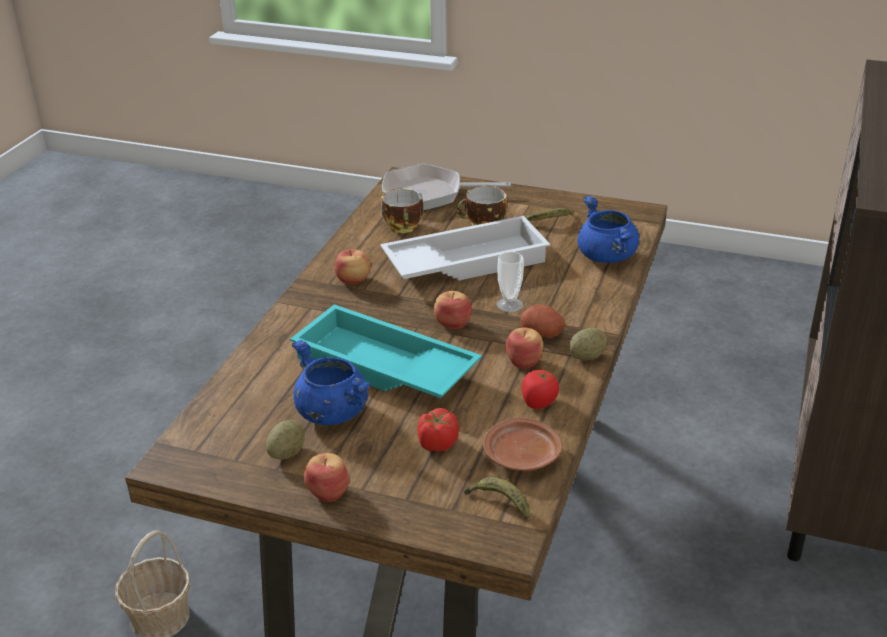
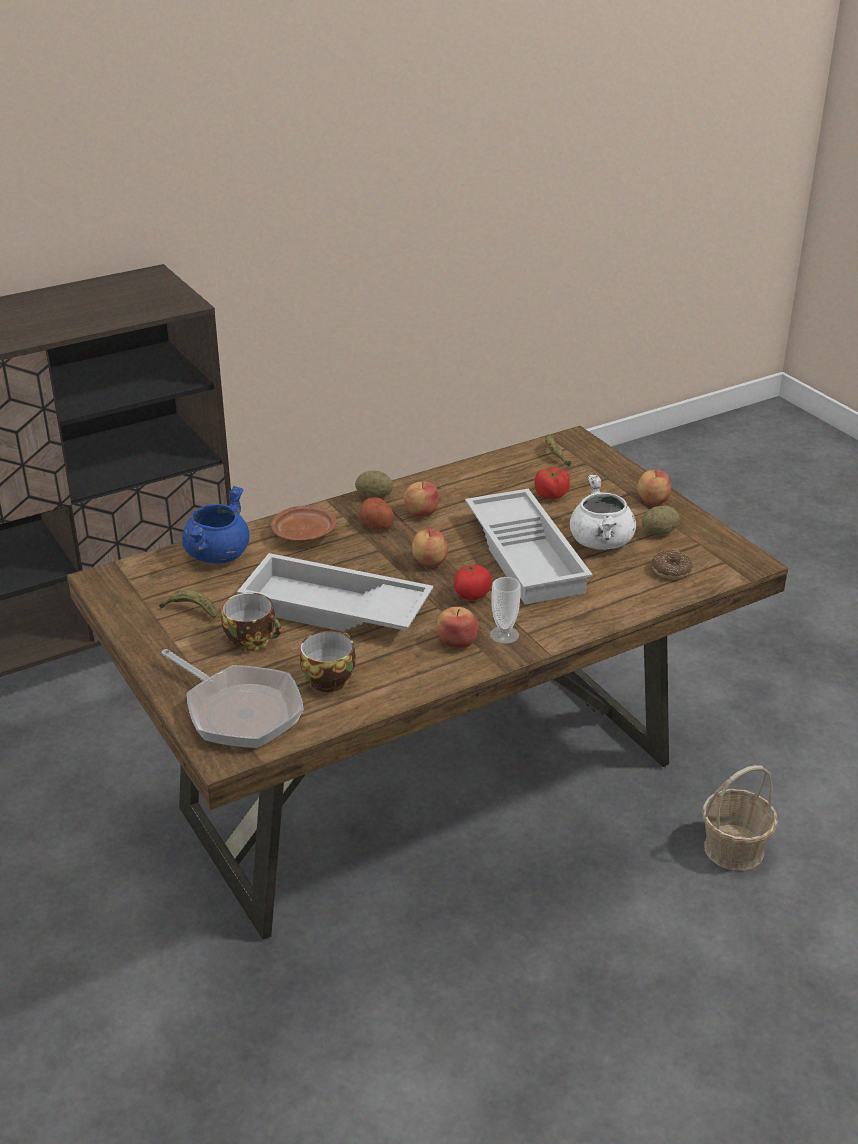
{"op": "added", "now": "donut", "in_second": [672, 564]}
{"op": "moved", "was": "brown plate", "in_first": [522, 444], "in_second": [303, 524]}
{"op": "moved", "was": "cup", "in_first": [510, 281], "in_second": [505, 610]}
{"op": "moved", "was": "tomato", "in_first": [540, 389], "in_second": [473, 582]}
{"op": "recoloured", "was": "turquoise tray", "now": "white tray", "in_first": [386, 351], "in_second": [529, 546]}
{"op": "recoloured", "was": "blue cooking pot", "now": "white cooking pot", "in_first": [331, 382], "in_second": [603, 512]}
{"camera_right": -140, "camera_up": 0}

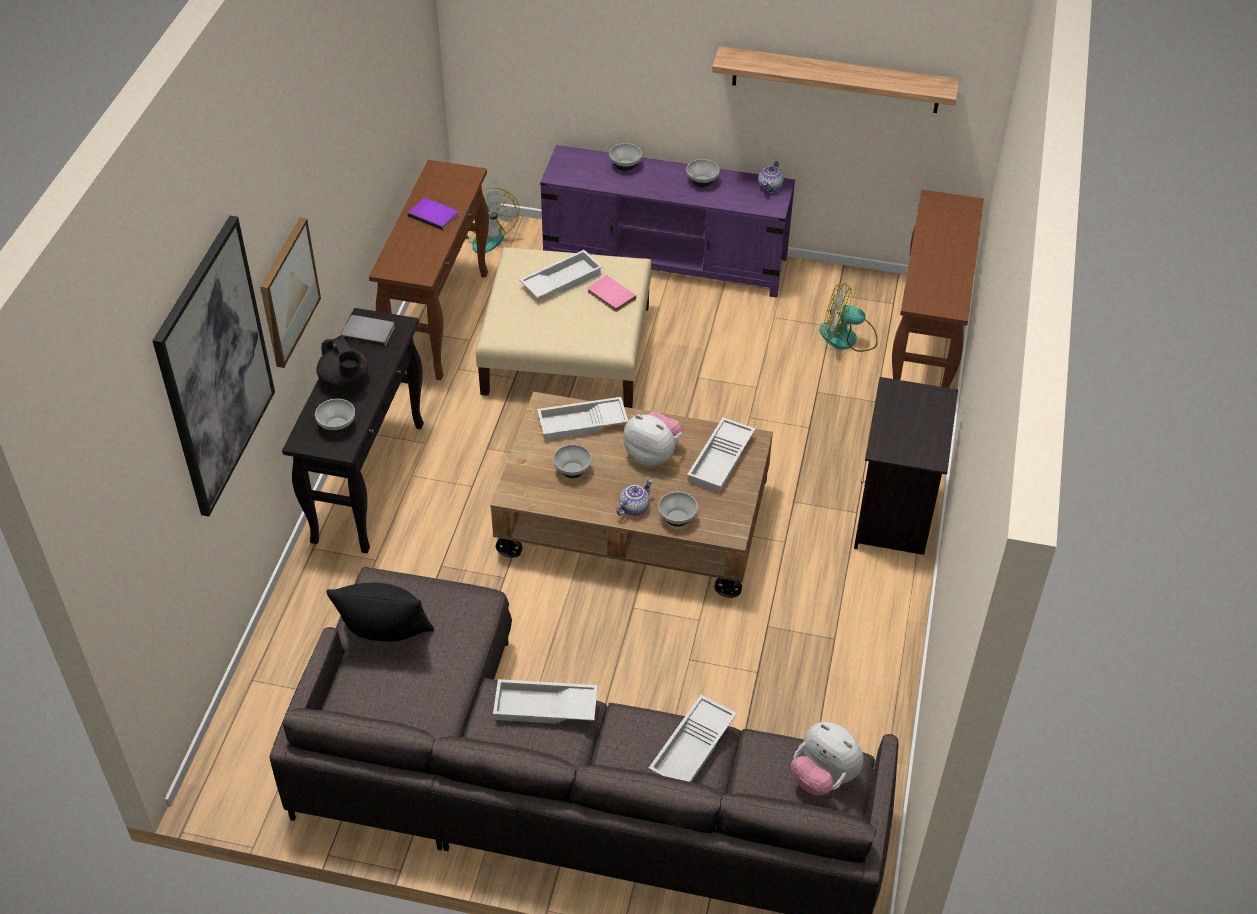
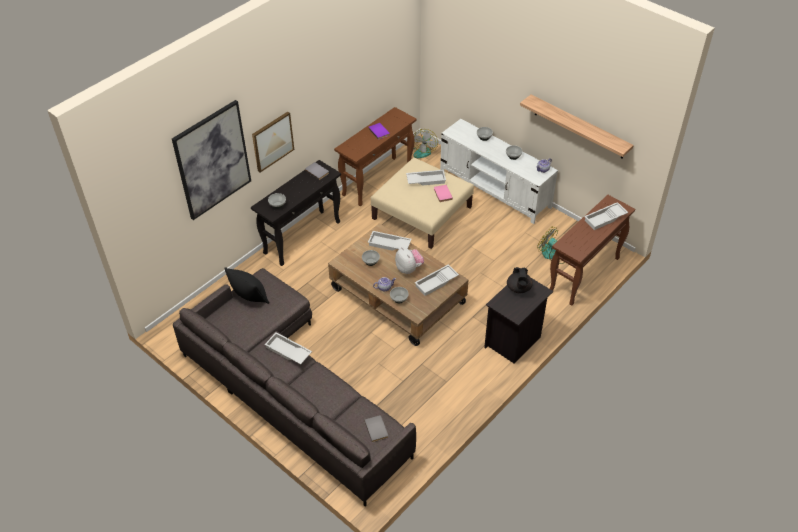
{"op": "moved", "was": "black teapot", "in_first": [342, 362], "in_second": [520, 280]}
{"op": "moved", "was": "white tray", "in_first": [692, 738], "in_second": [606, 216]}
{"op": "replaced", "was": "plush toy", "now": "grey book", "in_first": [827, 759], "in_second": [376, 428]}
{"op": "recoloured", "was": "purple tv stand", "now": "white tv stand", "in_first": [667, 221], "in_second": [499, 171]}
{"camera_right": 30, "camera_up": 0}

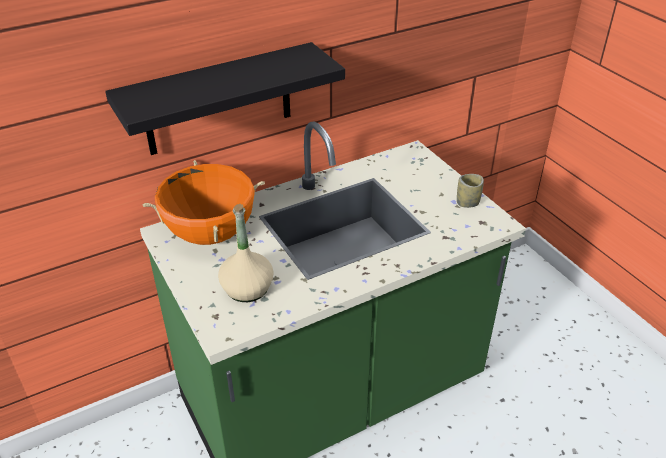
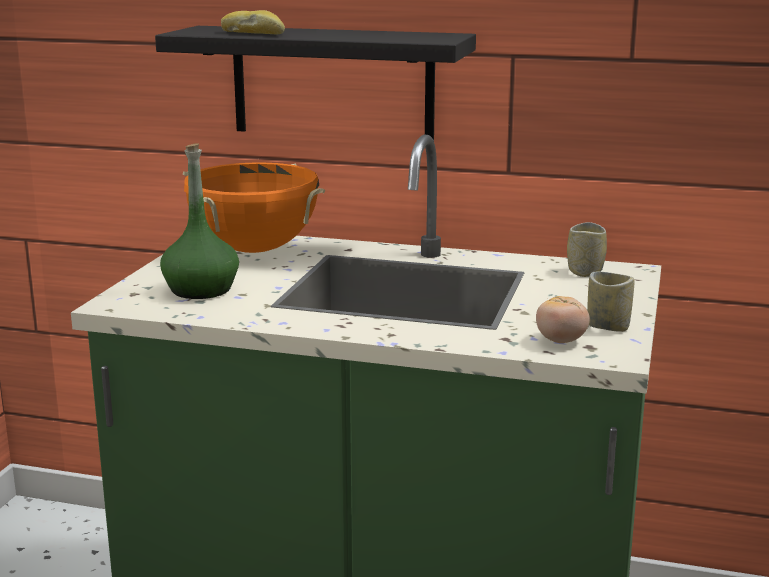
{"op": "added", "now": "bread", "in_second": [253, 22]}
{"op": "added", "now": "tomato", "in_second": [563, 319]}
{"op": "added", "now": "cup", "in_second": [587, 249]}
{"op": "recoloured", "was": "beige bottle", "now": "green bottle", "in_first": [246, 253], "in_second": [199, 221]}
{"camera_right": 45, "camera_up": -20}

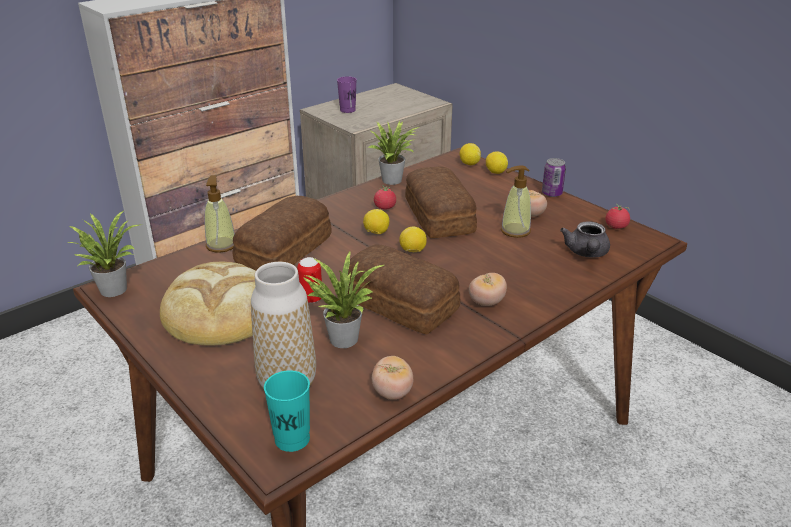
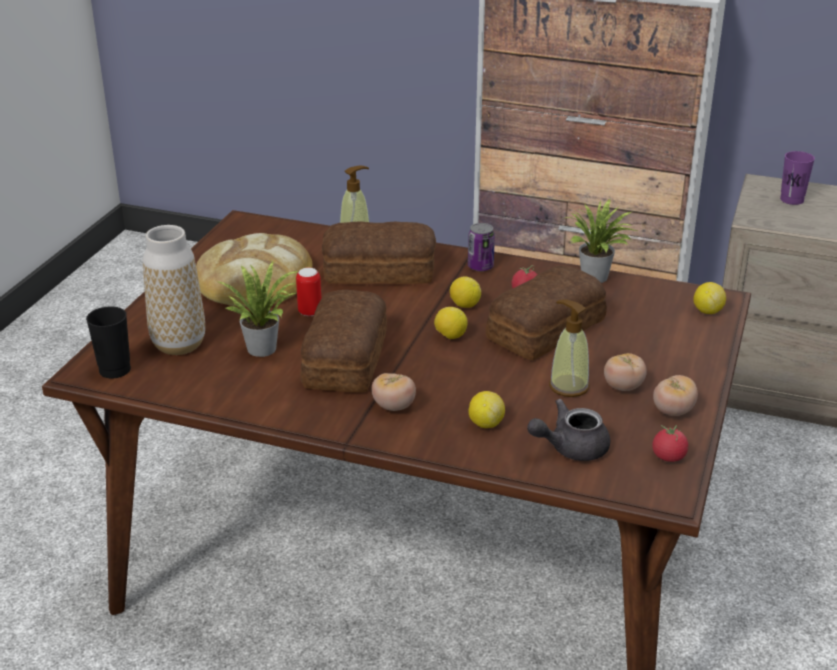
{"op": "removed", "was": "potted plant", "in_first": [103, 254]}
{"op": "moved", "was": "tomato", "in_first": [392, 378], "in_second": [675, 395]}
{"op": "moved", "was": "lemon", "in_first": [497, 162], "in_second": [486, 409]}
{"op": "moved", "was": "can", "in_first": [554, 177], "in_second": [481, 247]}
{"op": "recoloured", "was": "turquoise cup", "now": "black cup", "in_first": [287, 411], "in_second": [108, 342]}
{"camera_right": 60, "camera_up": 0}

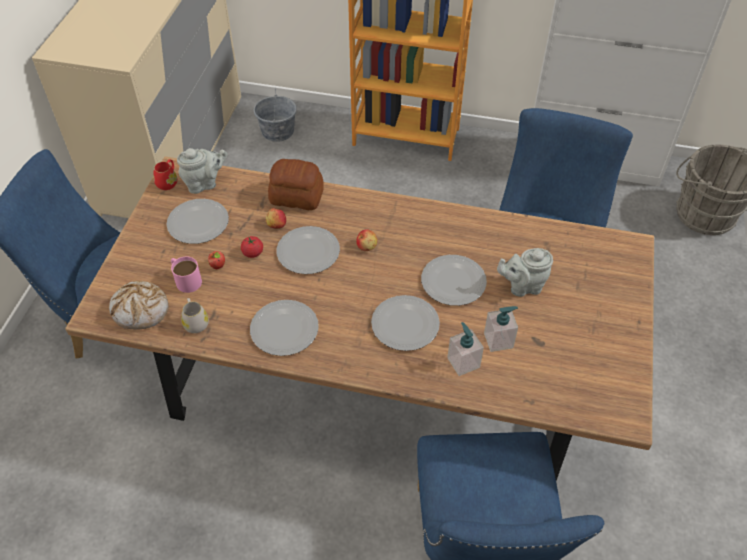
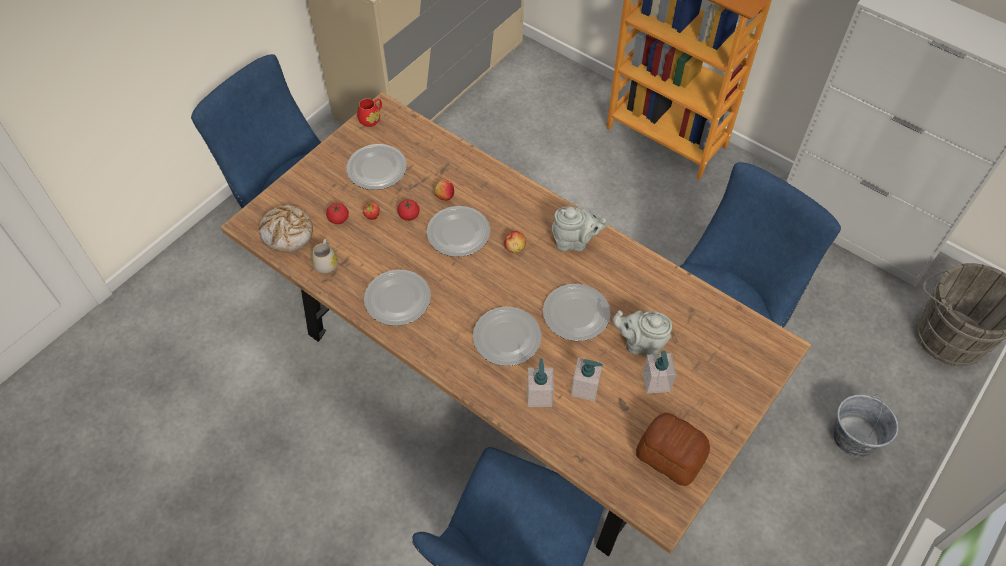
{"op": "added", "now": "soap dispenser", "in_second": [659, 372]}
{"op": "moved", "was": "grey teapot", "in_first": [202, 171], "in_second": [580, 229]}
{"op": "moved", "was": "grey bucket", "in_first": [275, 115], "in_second": [866, 425]}
{"op": "moved", "was": "bread", "in_first": [296, 184], "in_second": [673, 449]}
{"op": "replaced", "was": "pink mug", "now": "tomato", "in_first": [186, 274], "in_second": [337, 213]}
{"camera_right": 25, "camera_up": 5}

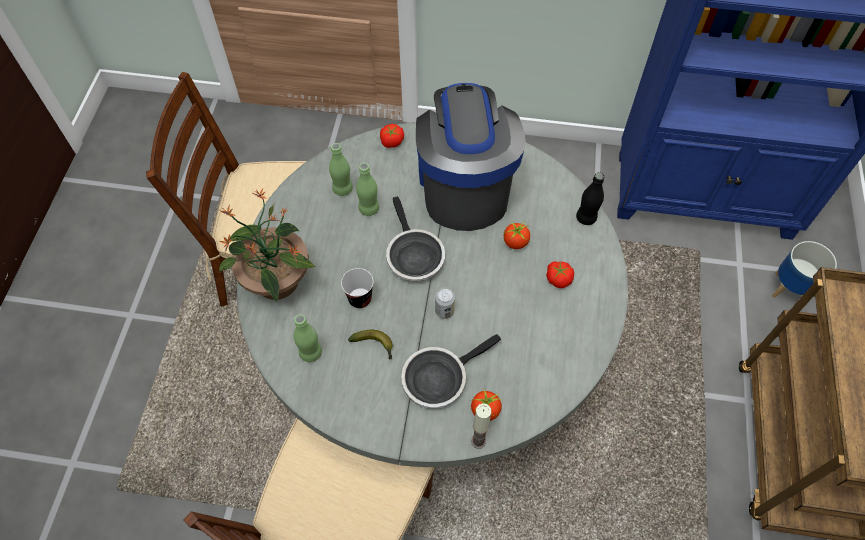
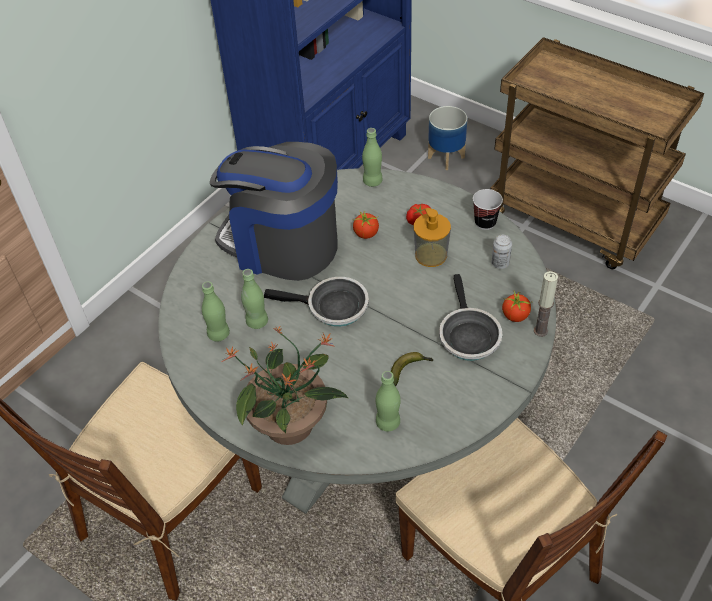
{"op": "removed", "was": "tomato", "in_first": [392, 136]}
{"op": "added", "now": "soap dispenser", "in_second": [432, 237]}
{"op": "moved", "was": "cup", "in_first": [357, 288], "in_second": [488, 209]}
{"op": "moved", "was": "can", "in_first": [445, 303], "in_second": [501, 252]}
{"op": "recoloured", "was": "black bottle", "now": "green bottle", "in_first": [590, 199], "in_second": [372, 157]}
{"camera_right": -60, "camera_up": -10}

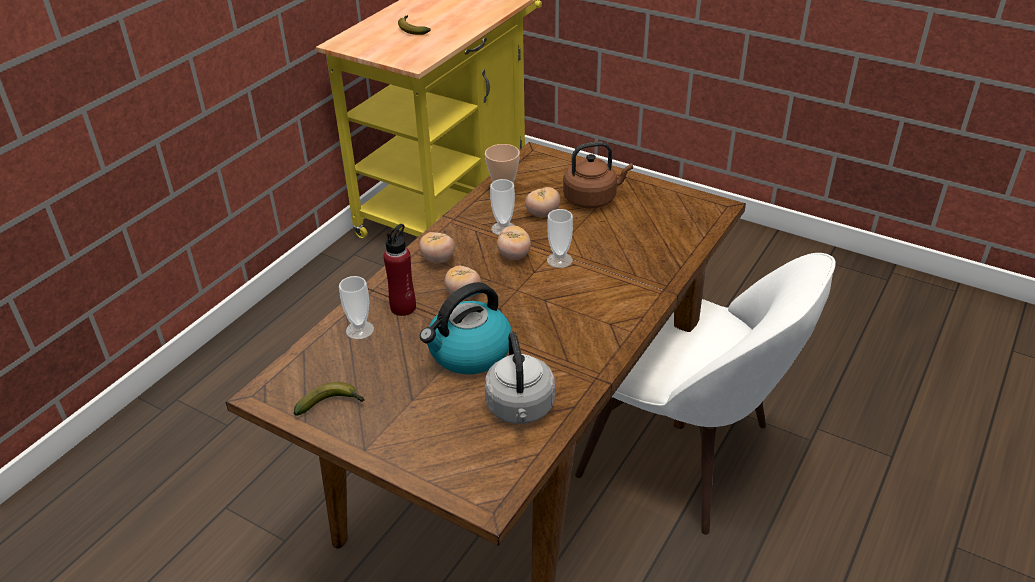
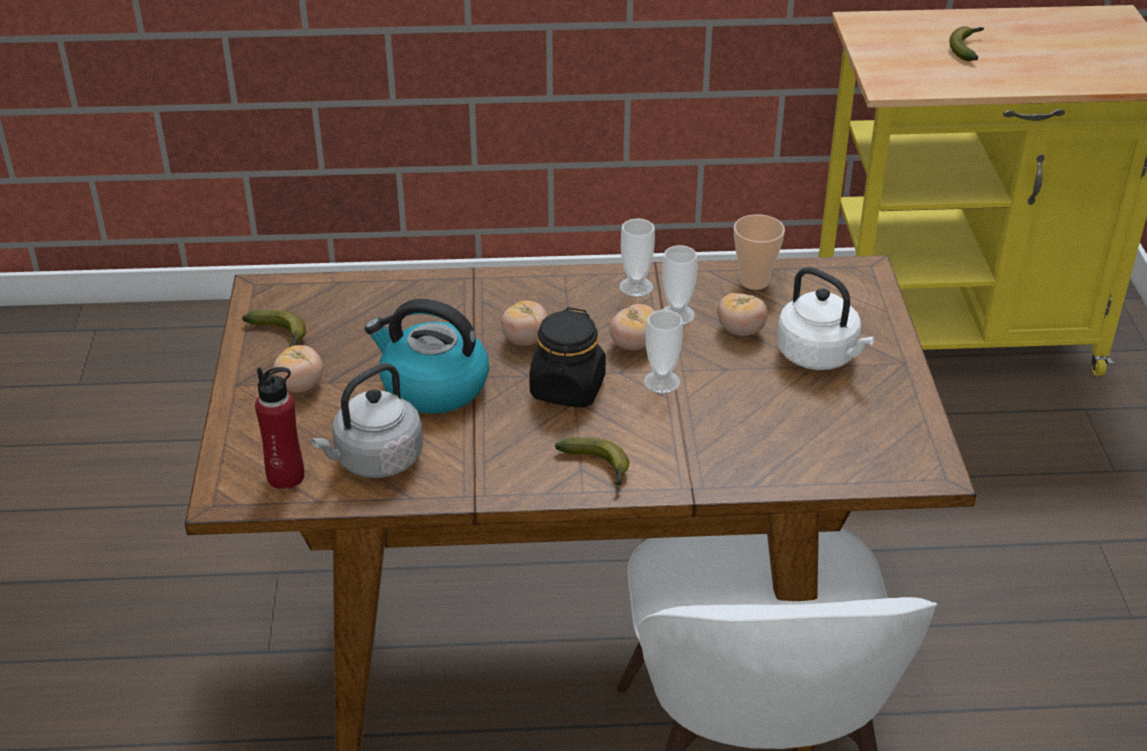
{"op": "added", "now": "black jar", "in_second": [567, 357]}
{"op": "added", "now": "banana", "in_second": [592, 462]}
{"op": "moved", "was": "cup", "in_first": [356, 307], "in_second": [637, 257]}
{"op": "moved", "was": "red bottle", "in_first": [399, 270], "in_second": [279, 428]}
{"op": "moved", "was": "tomato", "in_first": [437, 247], "in_second": [298, 368]}
{"op": "recoloured", "was": "brown kettle", "now": "white kettle", "in_first": [598, 175], "in_second": [826, 318]}
{"camera_right": 55, "camera_up": 0}

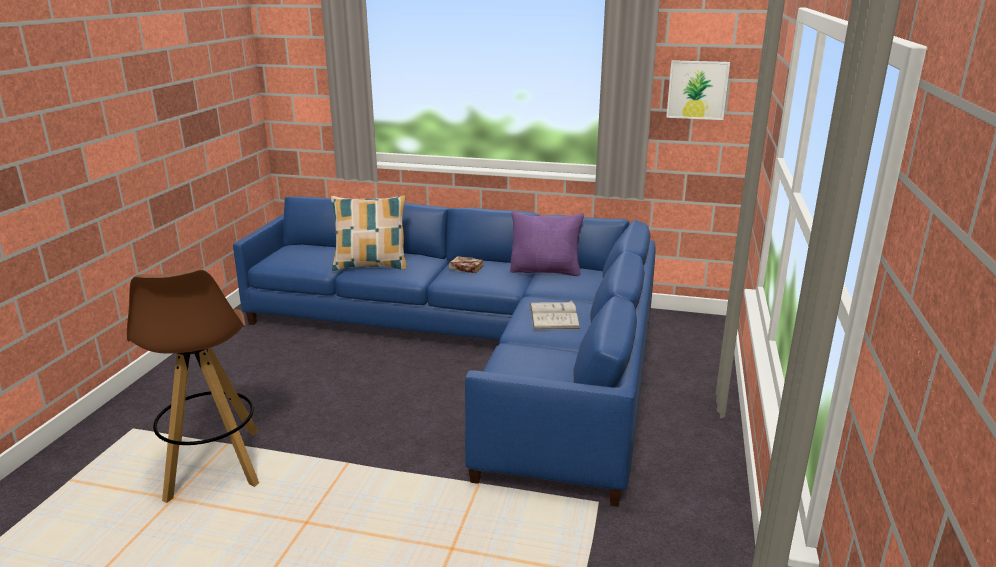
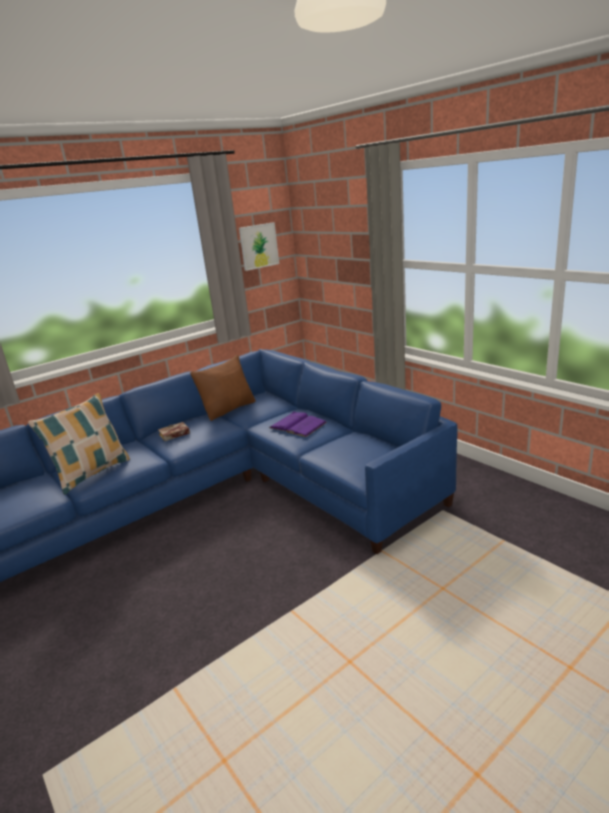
{"op": "removed", "was": "brown stool", "in_first": [193, 385]}
{"op": "recoloured", "was": "purple pillow", "now": "brown pillow", "in_first": [547, 243], "in_second": [223, 388]}
{"op": "recoloured", "was": "white book", "now": "purple book", "in_first": [555, 314], "in_second": [298, 424]}
{"camera_right": -50, "camera_up": 0}

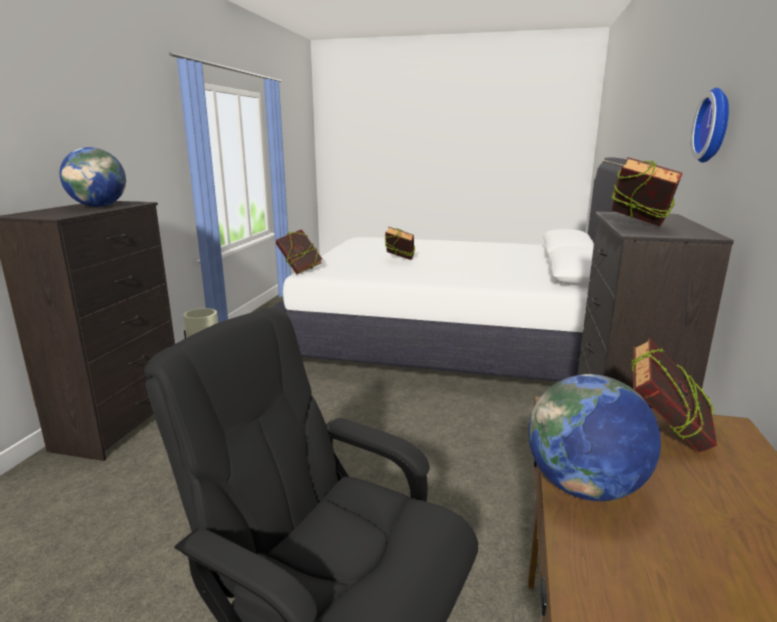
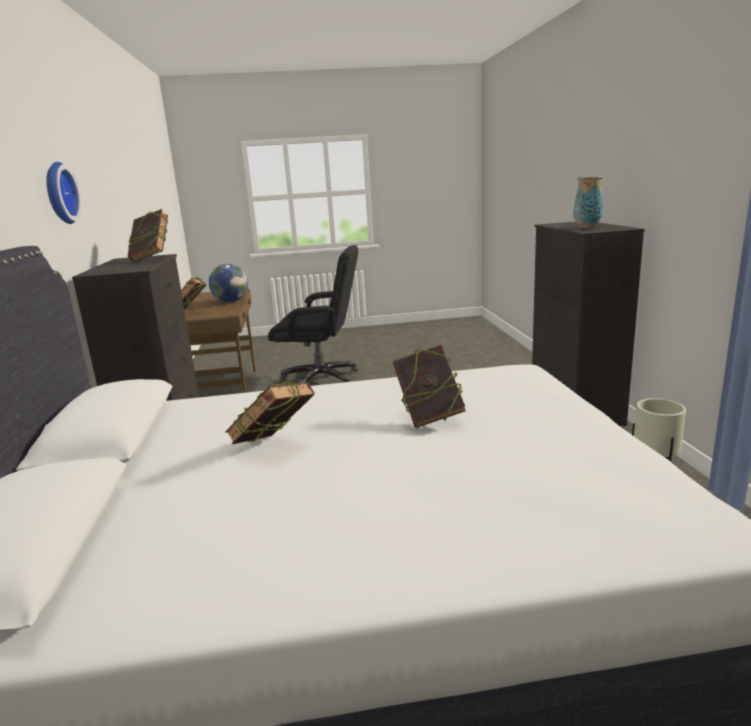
{"op": "moved", "was": "book", "in_first": [299, 251], "in_second": [270, 412]}
{"op": "replaced", "was": "globe", "now": "vase", "in_first": [93, 177], "in_second": [588, 202]}
{"camera_right": 160, "camera_up": 0}

